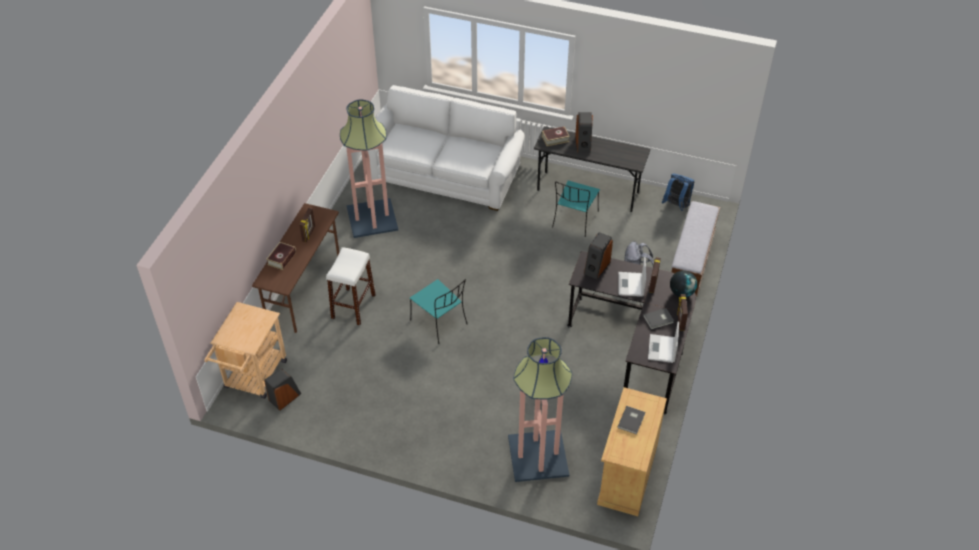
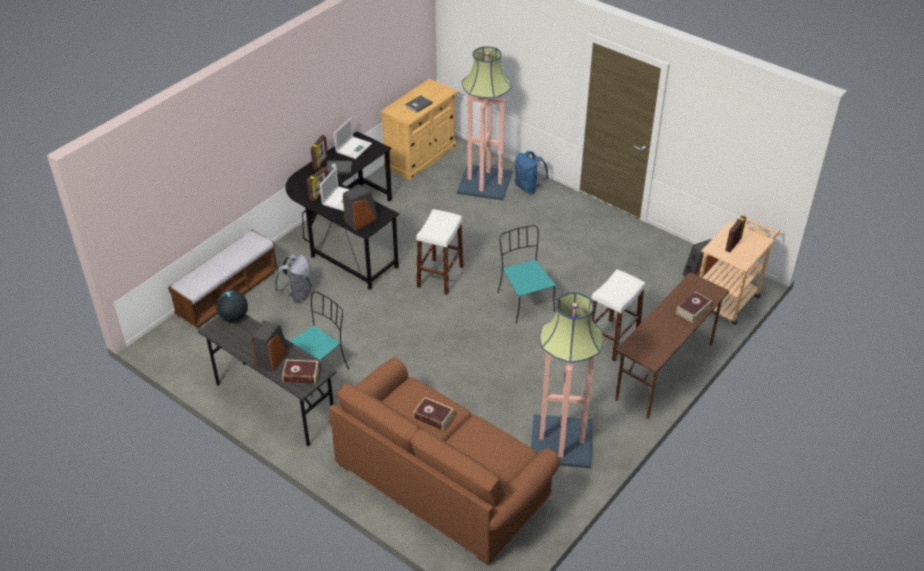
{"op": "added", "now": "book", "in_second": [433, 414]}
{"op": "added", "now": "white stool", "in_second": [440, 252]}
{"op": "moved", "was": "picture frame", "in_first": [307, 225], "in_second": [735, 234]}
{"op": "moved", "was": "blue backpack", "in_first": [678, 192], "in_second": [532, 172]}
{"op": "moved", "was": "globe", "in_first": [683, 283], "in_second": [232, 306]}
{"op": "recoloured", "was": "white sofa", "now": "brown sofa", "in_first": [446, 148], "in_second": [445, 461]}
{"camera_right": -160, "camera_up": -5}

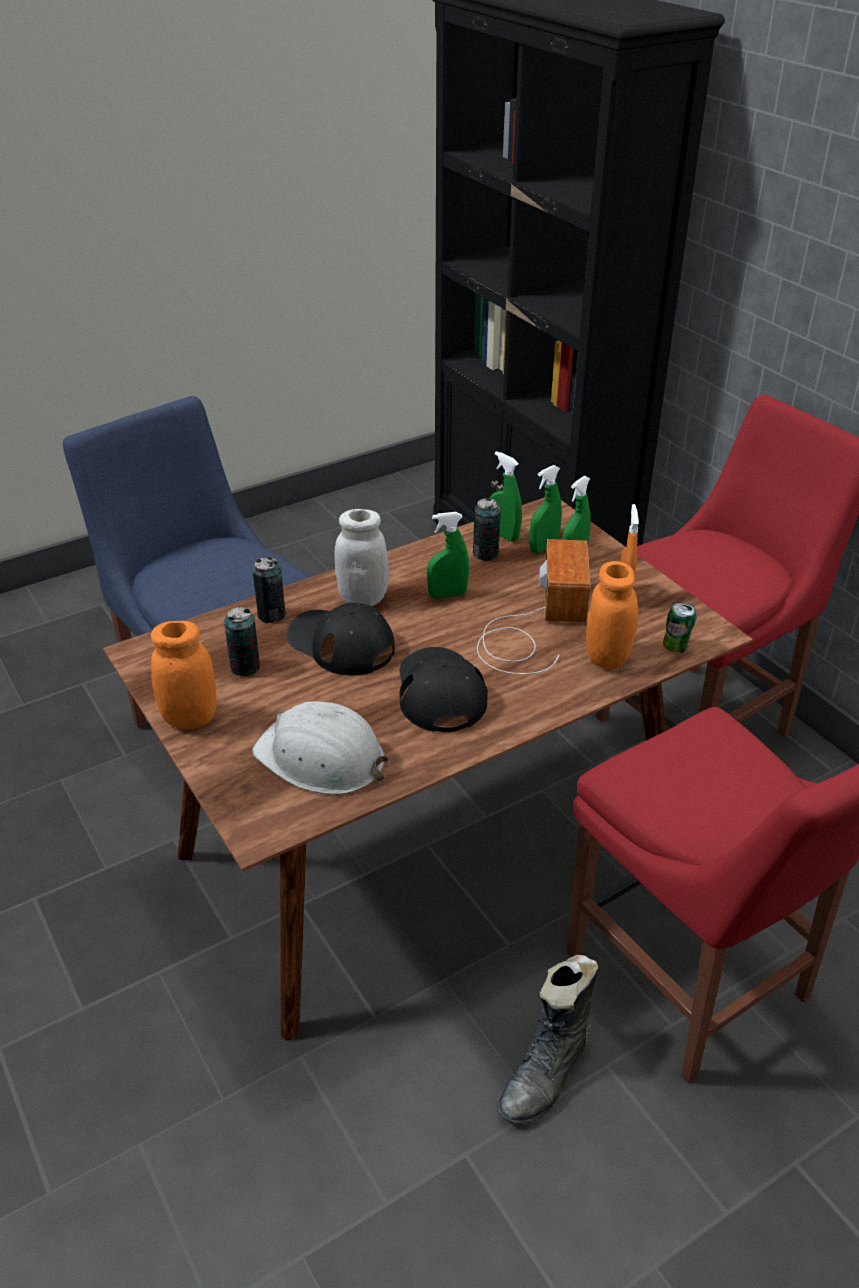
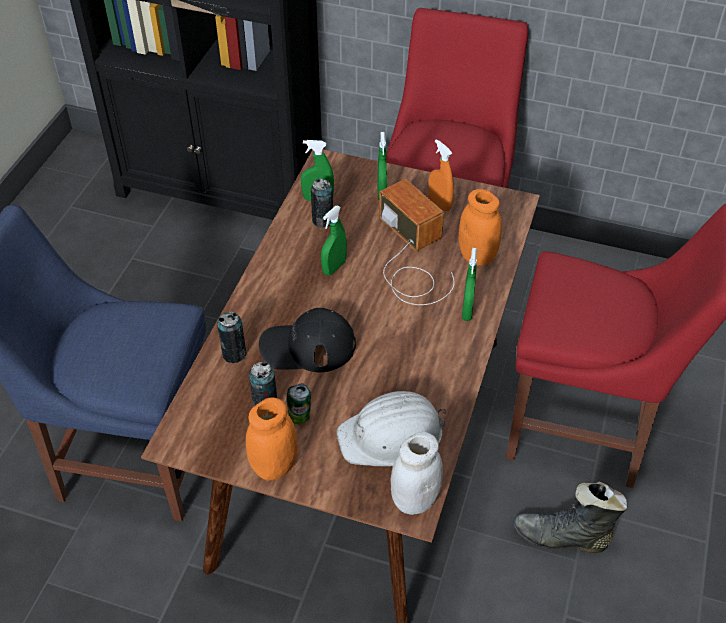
{"op": "removed", "was": "black cap", "in_first": [443, 689]}
{"op": "moved", "was": "white jar", "in_first": [361, 557], "in_second": [417, 473]}
{"op": "moved", "was": "green spray bottle", "in_first": [545, 509], "in_second": [469, 284]}
{"op": "moved", "was": "can", "in_first": [679, 627], "in_second": [299, 404]}
{"op": "turned", "was": "black boot", "in_first": [547, 1039], "in_second": [570, 517], "clockwise": 105}
{"camera_right": -40, "camera_up": 10}

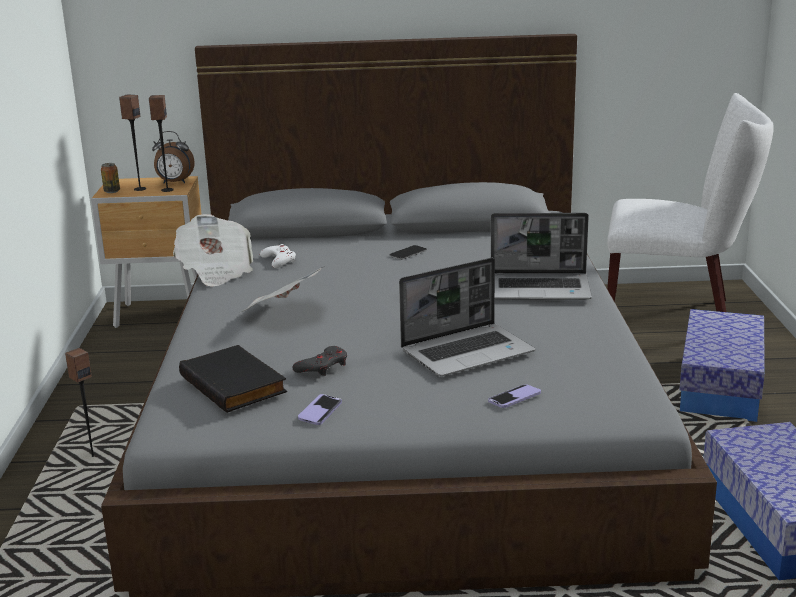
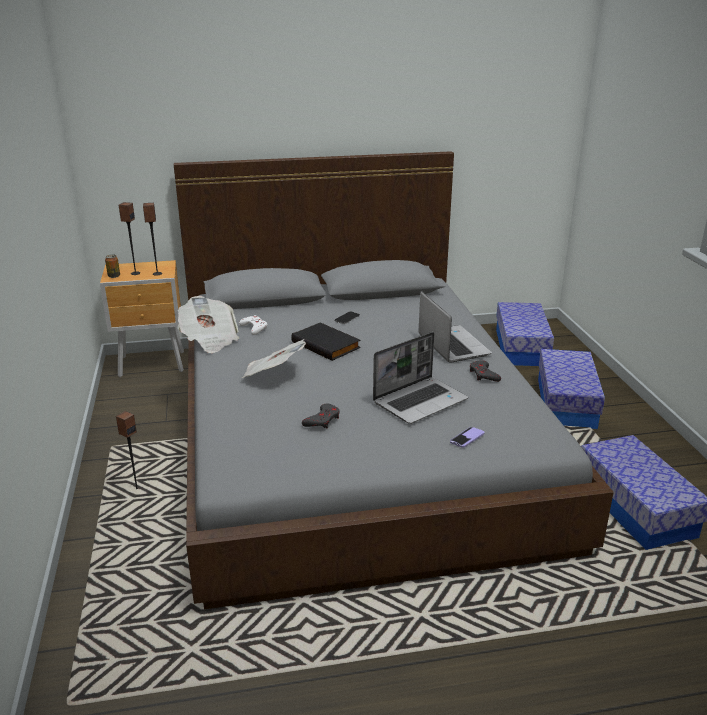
{"op": "removed", "was": "alarm clock", "in_first": [173, 157]}
{"op": "removed", "was": "phone", "in_first": [320, 409]}
{"op": "added", "now": "grey game controller", "in_second": [485, 371]}
{"op": "moved", "was": "black book", "in_first": [233, 379], "in_second": [326, 341]}
{"op": "replaced", "was": "white chair", "now": "storage box", "in_first": [690, 202], "in_second": [525, 334]}
{"op": "turned", "was": "laptop", "in_first": [541, 256], "in_second": [455, 327], "clockwise": -105}
{"camera_right": -10, "camera_up": 5}

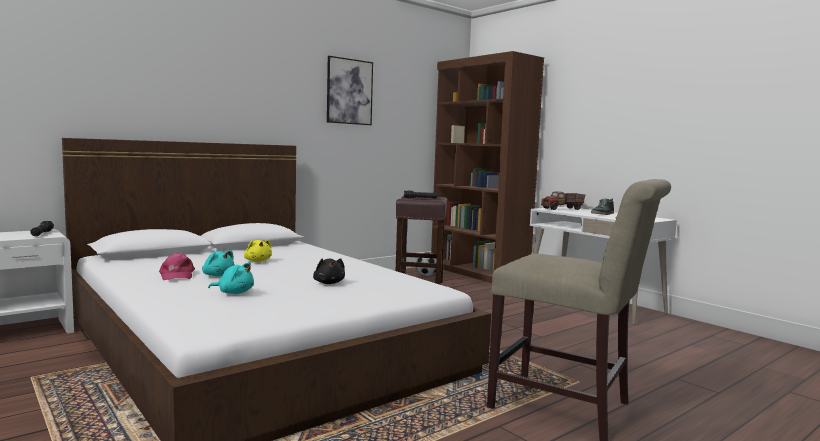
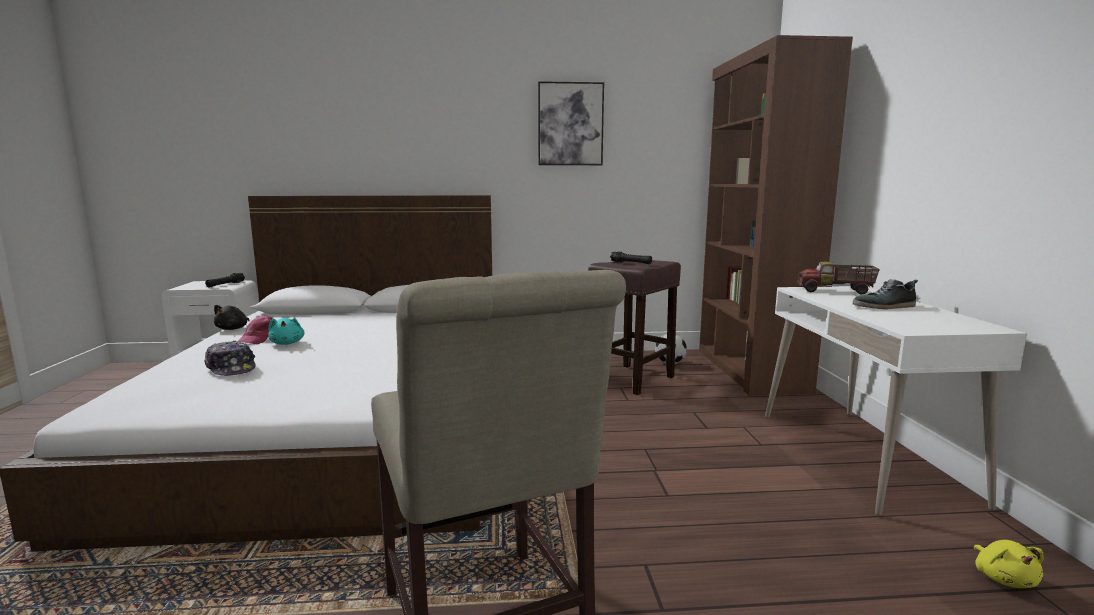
{"op": "moved", "was": "yellow plush toy", "in_first": [258, 250], "in_second": [1009, 564]}
{"op": "moved", "was": "black plush toy", "in_first": [329, 271], "in_second": [232, 317]}
{"op": "replaced", "was": "turquoise plush toy", "now": "cap", "in_first": [231, 278], "in_second": [230, 358]}
{"camera_right": 35, "camera_up": 5}

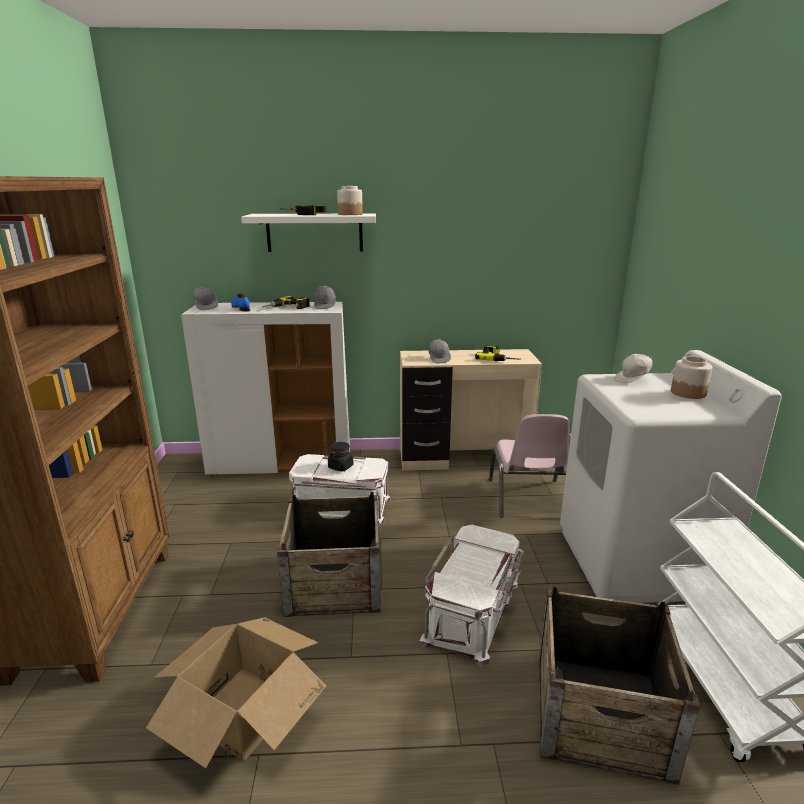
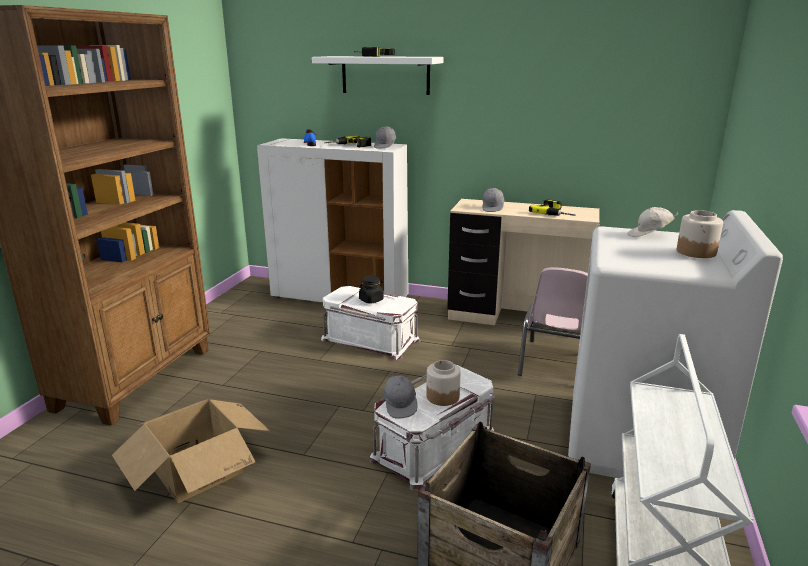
{"op": "removed", "was": "crate", "in_first": [329, 554]}
{"op": "moved", "was": "grey cap", "in_first": [205, 298], "in_second": [401, 395]}
{"op": "moved", "was": "jar", "in_first": [350, 200], "in_second": [443, 383]}
{"camera_right": 20, "camera_up": 0}

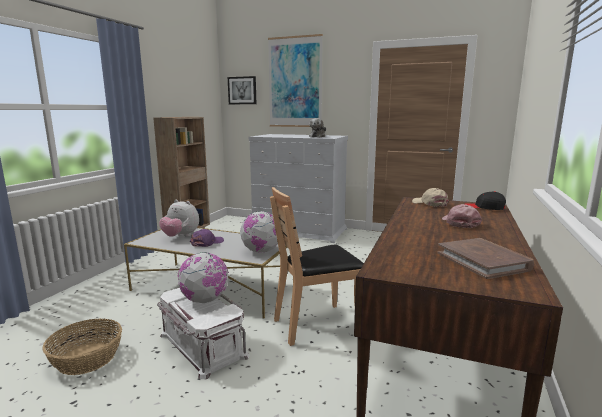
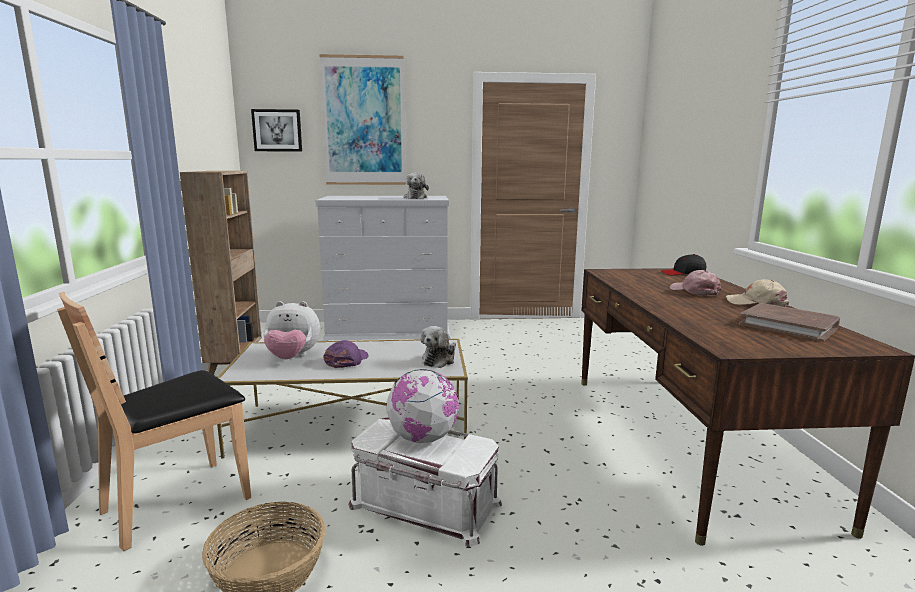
{"op": "moved", "was": "brown chair", "in_first": [317, 266], "in_second": [154, 421]}
{"op": "moved", "was": "beige cap", "in_first": [430, 197], "in_second": [757, 293]}
{"op": "replaced", "was": "globe", "now": "plush toy", "in_first": [259, 232], "in_second": [438, 347]}
{"camera_right": -25, "camera_up": 0}

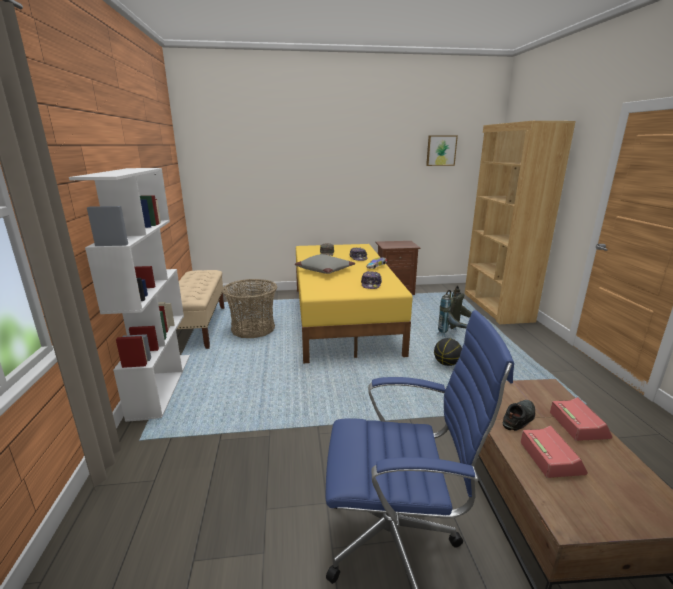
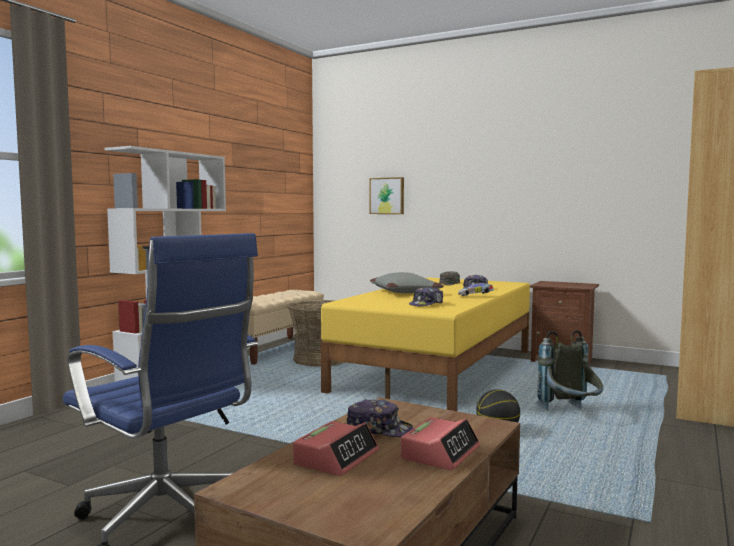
{"op": "moved", "was": "picture", "in_first": [442, 150], "in_second": [386, 195]}
{"op": "replaced", "was": "black shoe", "now": "cap", "in_first": [519, 415], "in_second": [380, 418]}
{"camera_right": 35, "camera_up": -15}

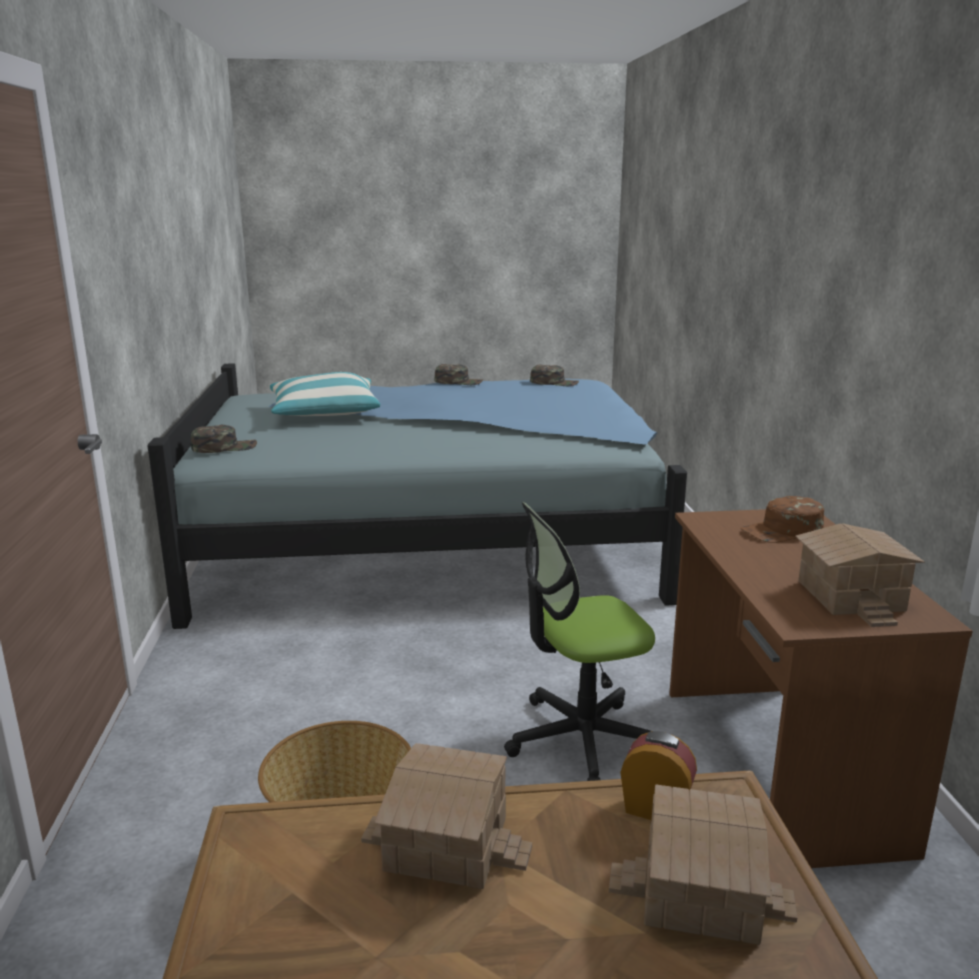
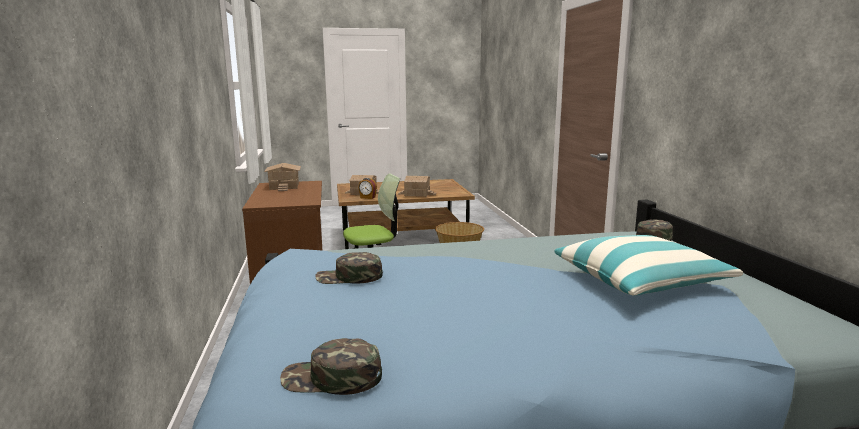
{"op": "removed", "was": "brown cap", "in_first": [782, 519]}
{"op": "moved", "was": "green cap", "in_first": [458, 374], "in_second": [349, 268]}
{"camera_right": 175, "camera_up": -5}

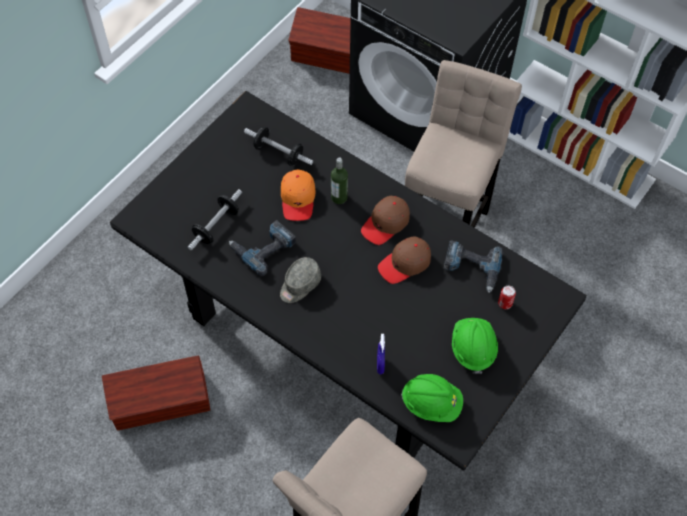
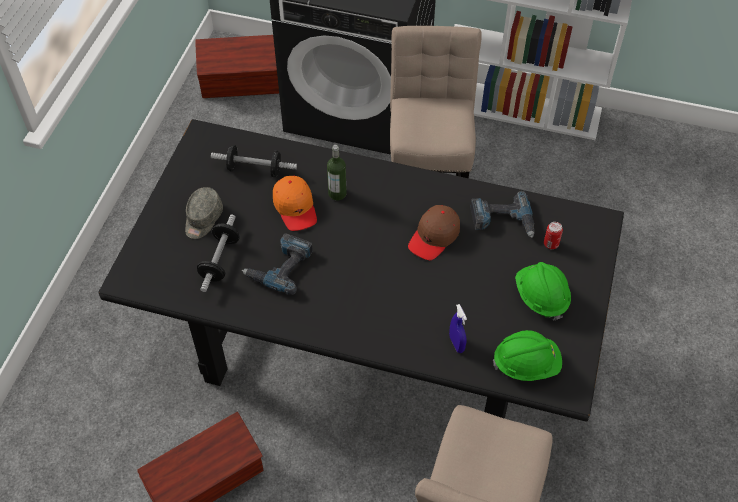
{"op": "removed", "was": "brown cap", "in_first": [385, 220]}
{"op": "moved", "was": "grey cap", "in_first": [300, 280], "in_second": [204, 213]}
{"camera_right": -20, "camera_up": -5}

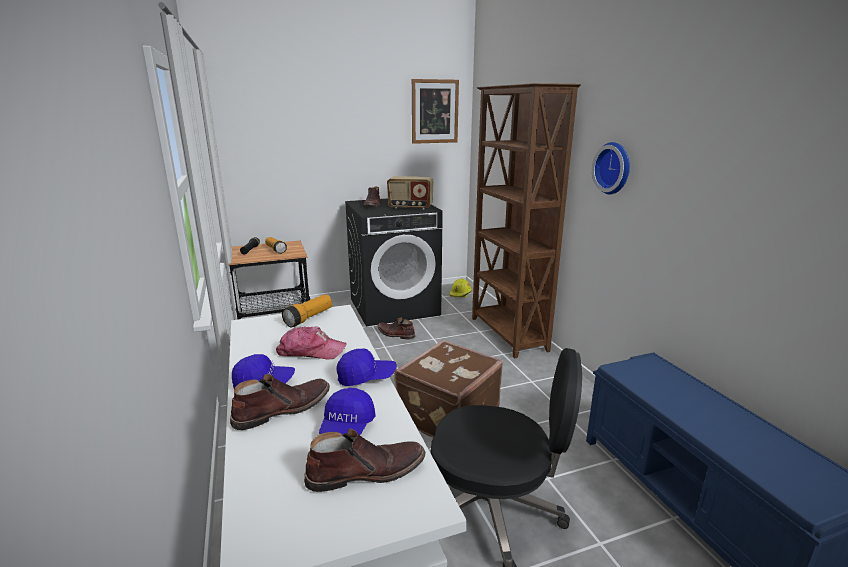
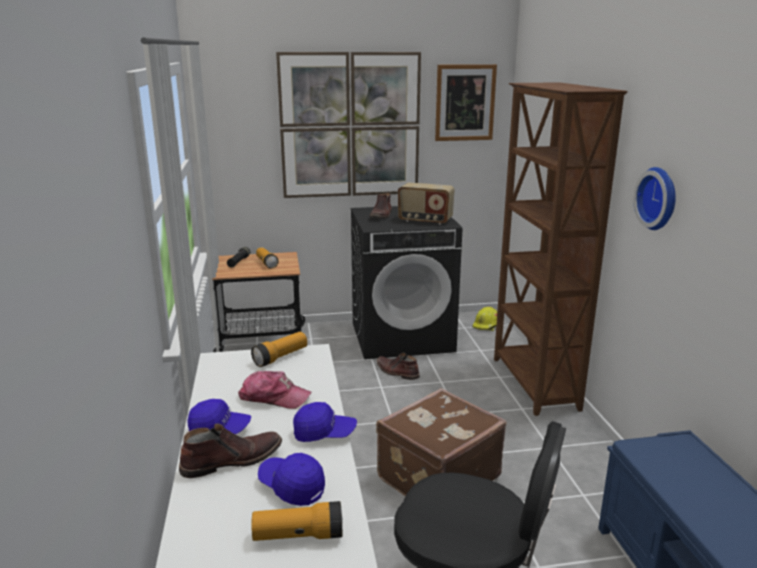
{"op": "added", "now": "picture", "in_second": [348, 125]}
{"op": "replaced", "was": "brown boot", "now": "flashlight", "in_first": [365, 460], "in_second": [297, 521]}
{"op": "turned", "was": "blue cap", "in_first": [347, 411], "in_second": [291, 479], "clockwise": 105}
{"camera_right": 10, "camera_up": 0}

